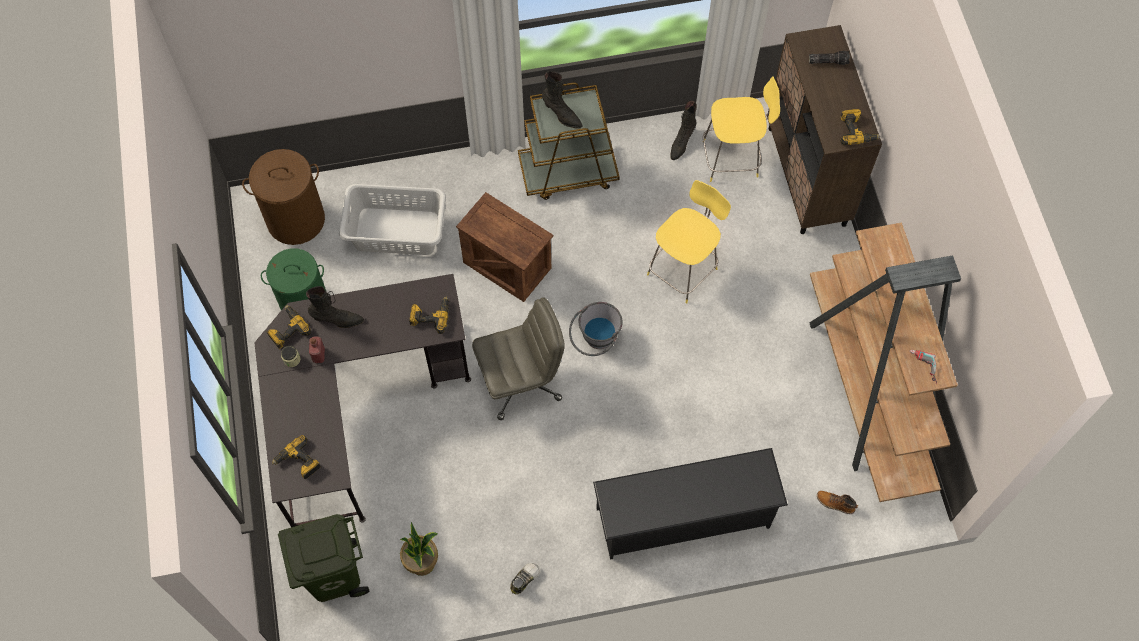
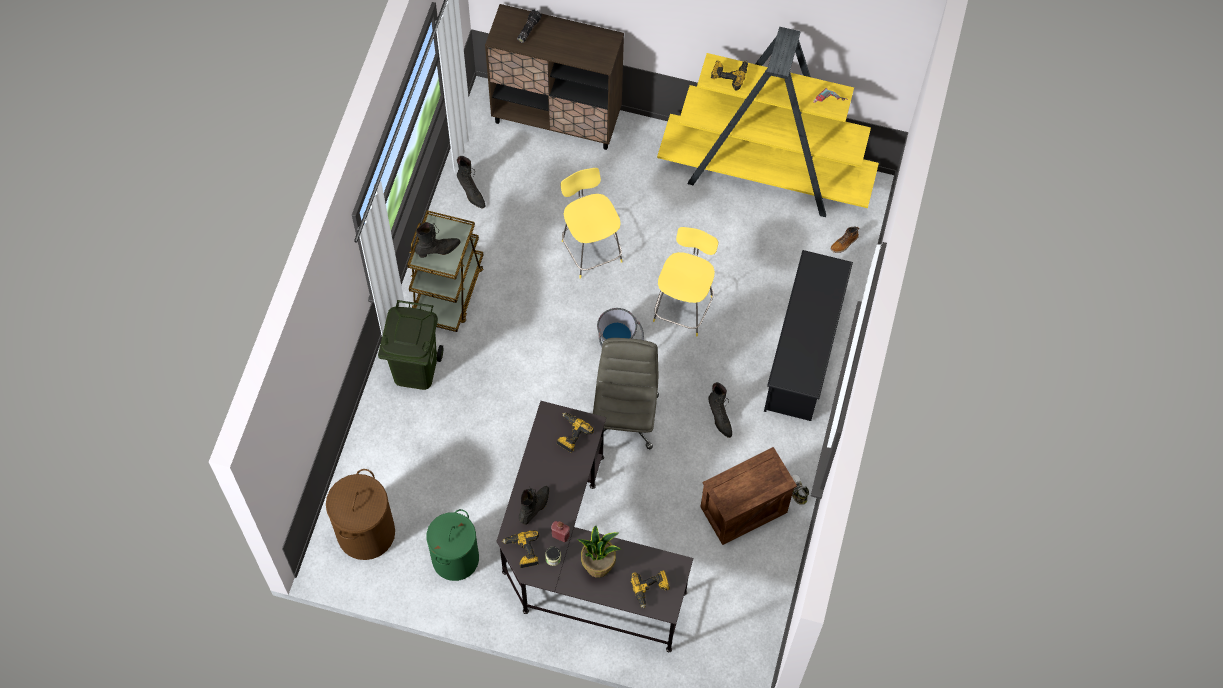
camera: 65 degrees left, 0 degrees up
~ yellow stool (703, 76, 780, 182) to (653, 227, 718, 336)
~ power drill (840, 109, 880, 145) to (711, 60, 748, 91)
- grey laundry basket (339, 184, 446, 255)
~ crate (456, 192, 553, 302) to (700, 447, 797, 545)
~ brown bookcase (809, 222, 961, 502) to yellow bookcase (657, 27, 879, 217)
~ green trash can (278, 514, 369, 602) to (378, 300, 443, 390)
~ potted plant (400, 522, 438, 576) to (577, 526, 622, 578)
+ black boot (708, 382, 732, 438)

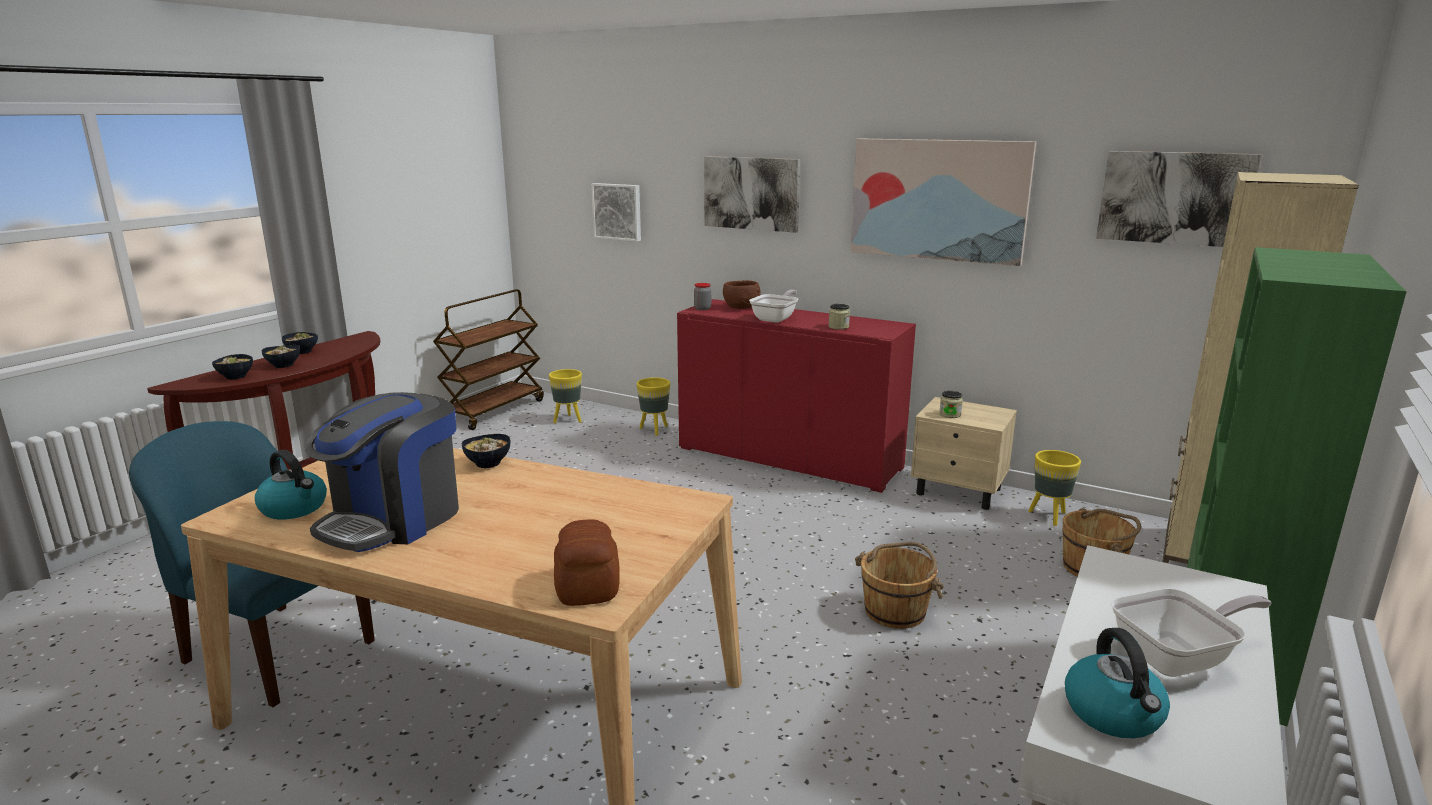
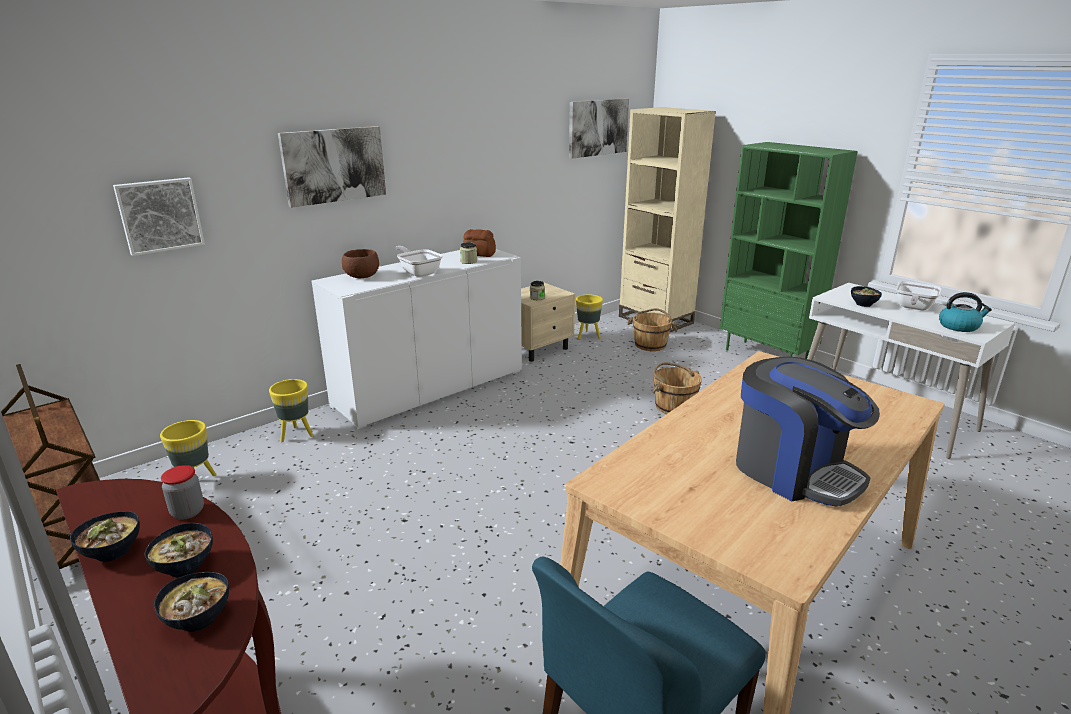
camera: 70 degrees left, 5 degrees up
- picture (851, 138, 1036, 266)
~ jar (694, 283, 711, 310) to (161, 465, 204, 519)
~ red cabinet (677, 299, 916, 493) to white cabinet (312, 249, 522, 430)
~ bowl (462, 434, 510, 468) to (851, 286, 882, 307)
- kettle (255, 450, 327, 520)
~ bread (554, 519, 620, 606) to (463, 229, 496, 257)
~ frying pan (1111, 588, 1272, 677) = (896, 281, 941, 310) 150 degrees counterclockwise

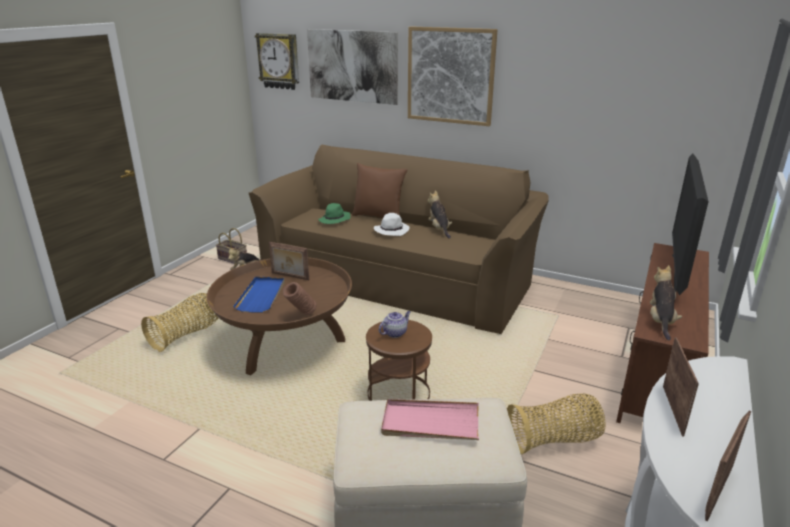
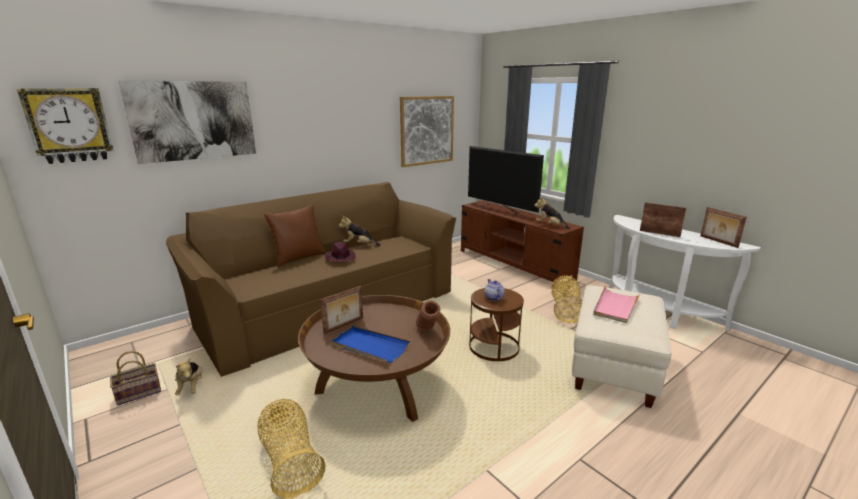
camera: 65 degrees left, 5 degrees down
~ picture (408, 26, 498, 126) to (400, 96, 454, 167)
- green hat (318, 203, 351, 224)
~ white hat (374, 213, 410, 236) to purple hat (325, 242, 356, 262)

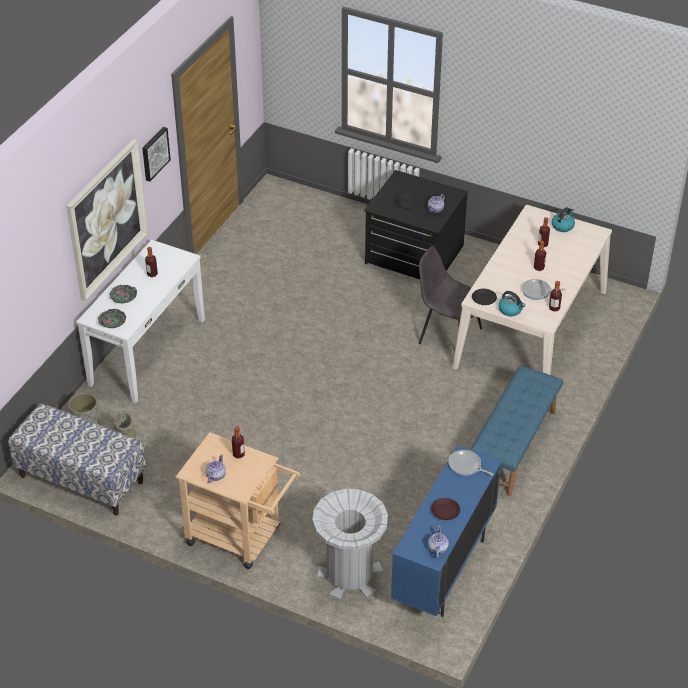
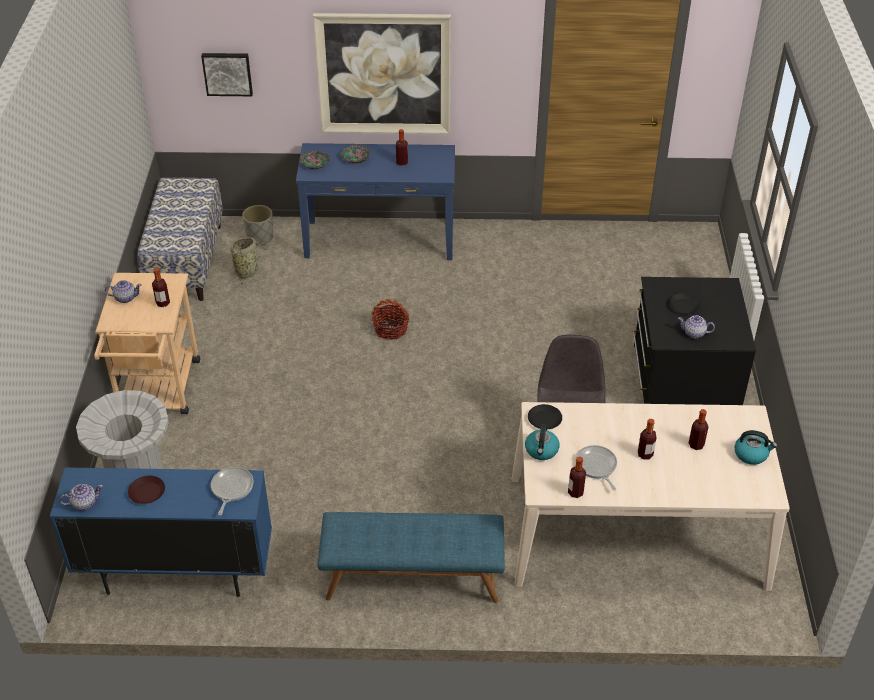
camera: 65 degrees right, 0 degrees up
~ picture (142, 127, 171, 182) to (201, 53, 253, 96)
~ white console table (76, 240, 205, 403) to blue console table (296, 143, 455, 260)
+ basket (371, 299, 409, 340)

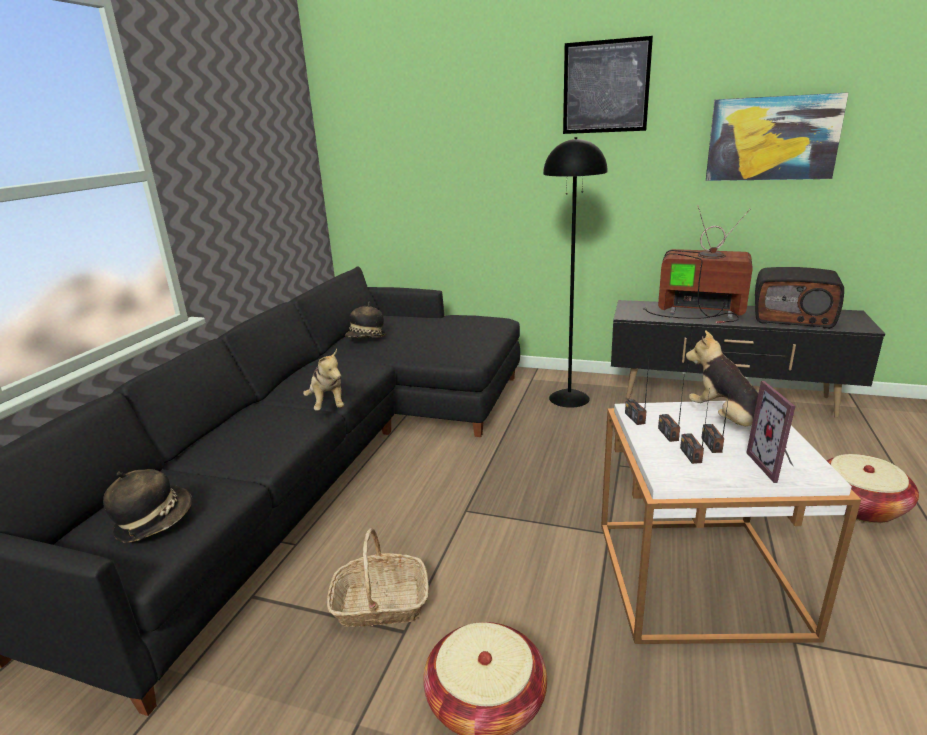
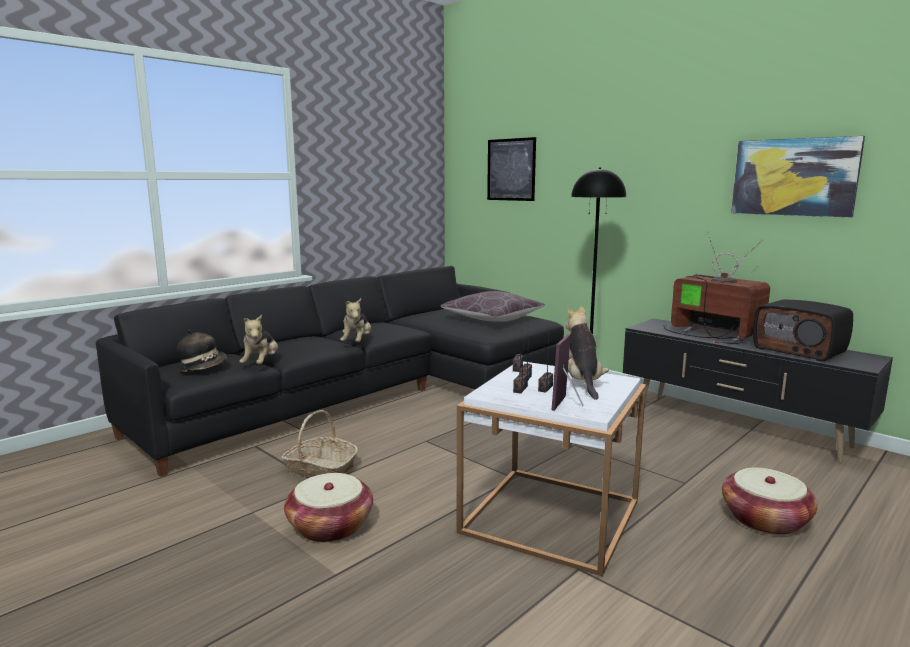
camera: 25 degrees right, 10 degrees down
~ picture (563, 36, 653, 134) to (487, 137, 536, 201)
- hat (345, 302, 387, 338)
+ brown pillow (440, 291, 545, 322)
+ plush toy (239, 315, 278, 364)

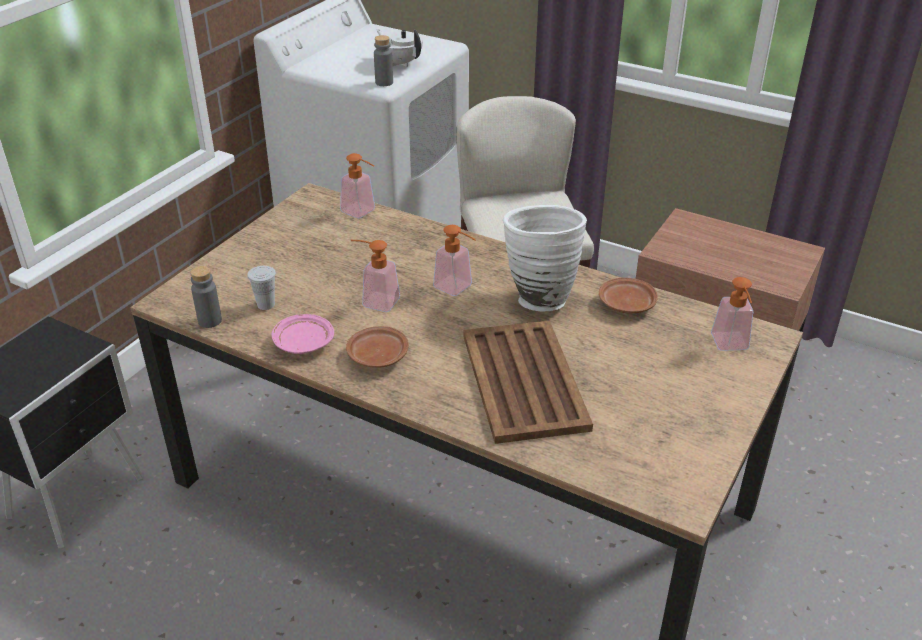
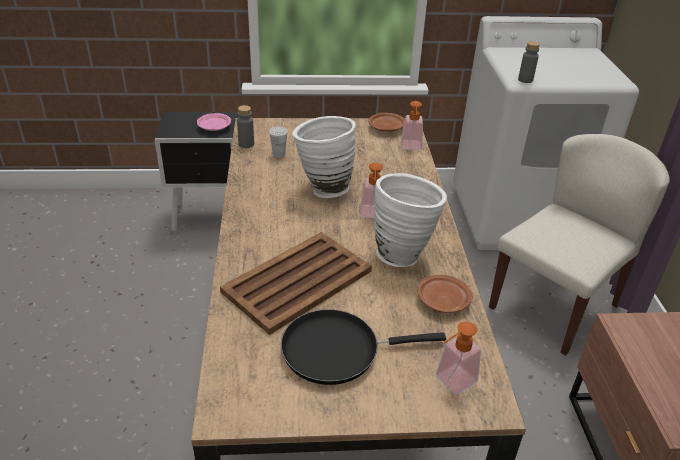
camera: 55 degrees right, 0 degrees up
- white teapot (377, 29, 423, 67)
~ soap dispenser (351, 240, 400, 312) to white vase (292, 116, 356, 198)
~ pink plate (272, 314, 334, 354) to (197, 113, 231, 131)
~ brown plate (346, 326, 409, 368) to (368, 112, 405, 132)
+ black frying pan (281, 309, 446, 385)

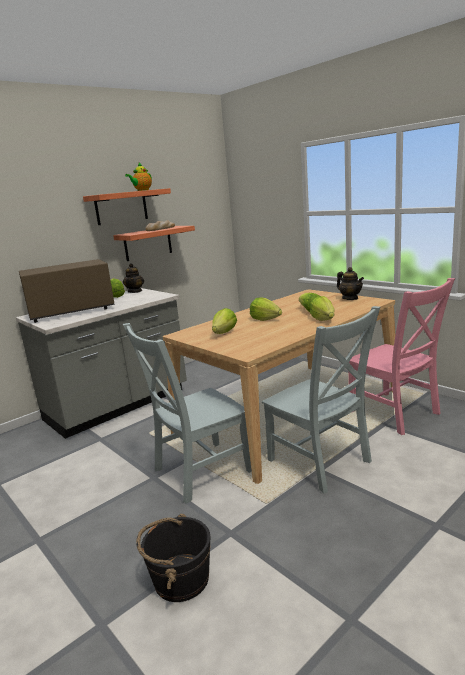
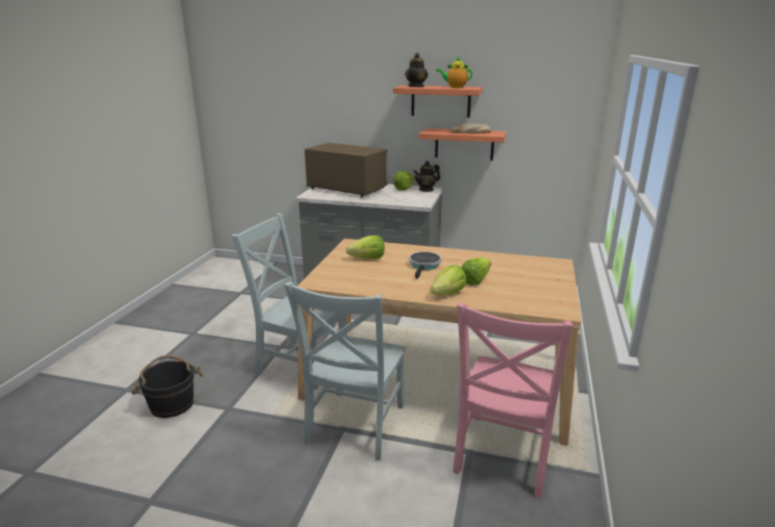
camera: 55 degrees right, 5 degrees up
~ teapot (337, 267, 364, 300) to (405, 53, 428, 87)
~ lettuce (250, 297, 282, 321) to frying pan (409, 252, 442, 280)

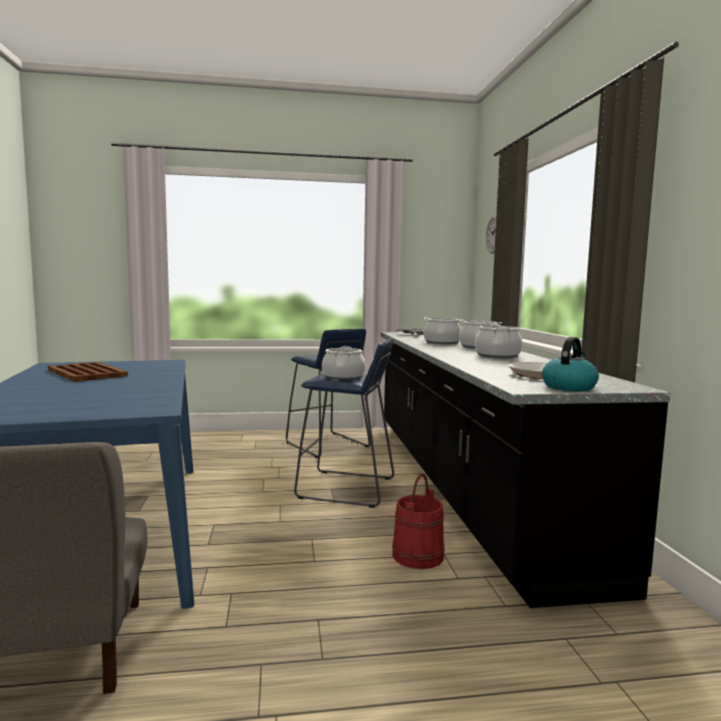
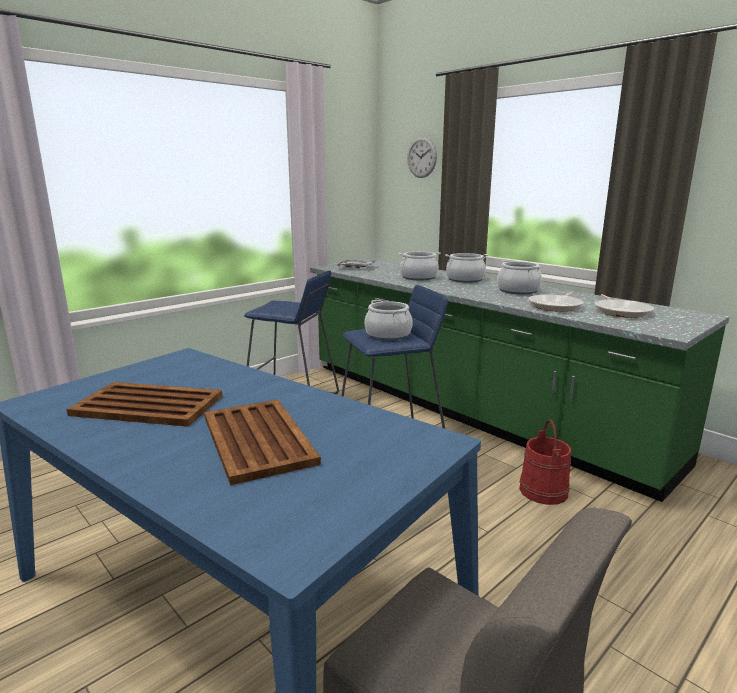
camera: 35 degrees left, 10 degrees up
~ black counter (381, 332, 671, 608) to green counter (310, 258, 730, 502)
- kettle (542, 337, 599, 391)
+ frying pan (528, 292, 584, 312)
+ brown tray (204, 400, 321, 485)

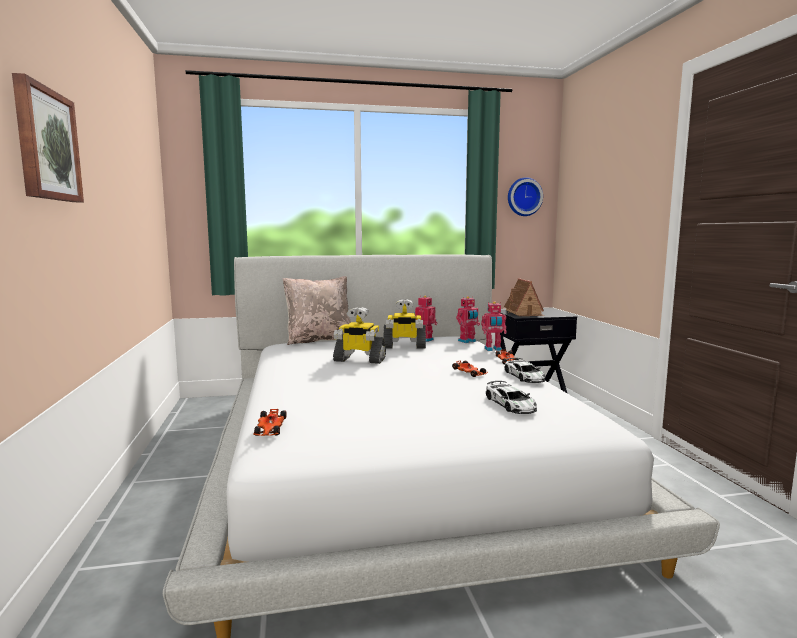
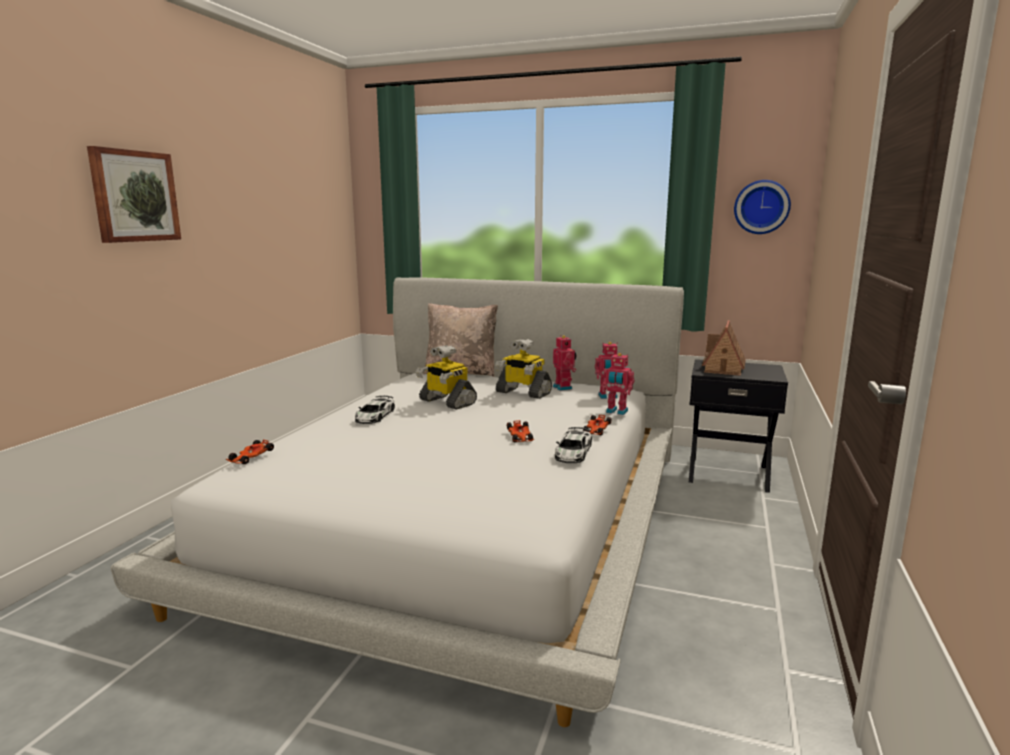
camera: 30 degrees right, 5 degrees up
~ toy car (486, 381, 537, 414) to (355, 396, 395, 424)

